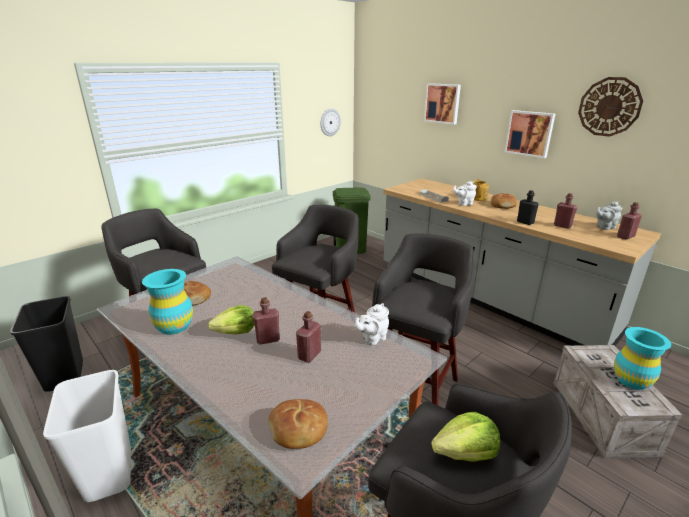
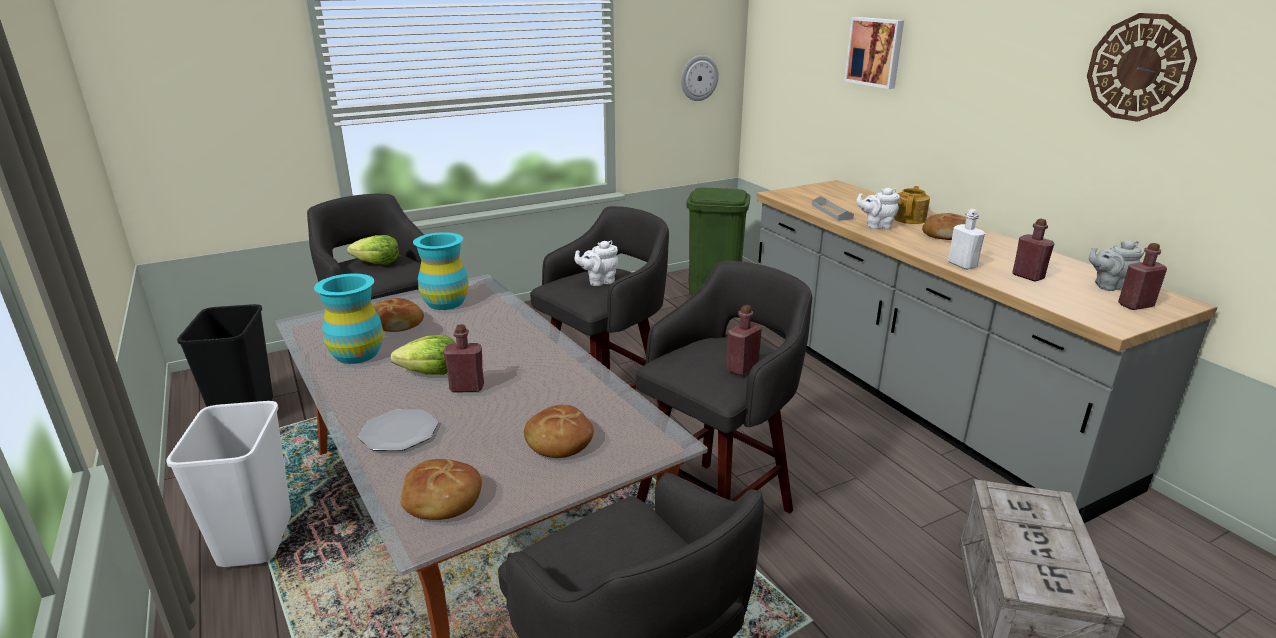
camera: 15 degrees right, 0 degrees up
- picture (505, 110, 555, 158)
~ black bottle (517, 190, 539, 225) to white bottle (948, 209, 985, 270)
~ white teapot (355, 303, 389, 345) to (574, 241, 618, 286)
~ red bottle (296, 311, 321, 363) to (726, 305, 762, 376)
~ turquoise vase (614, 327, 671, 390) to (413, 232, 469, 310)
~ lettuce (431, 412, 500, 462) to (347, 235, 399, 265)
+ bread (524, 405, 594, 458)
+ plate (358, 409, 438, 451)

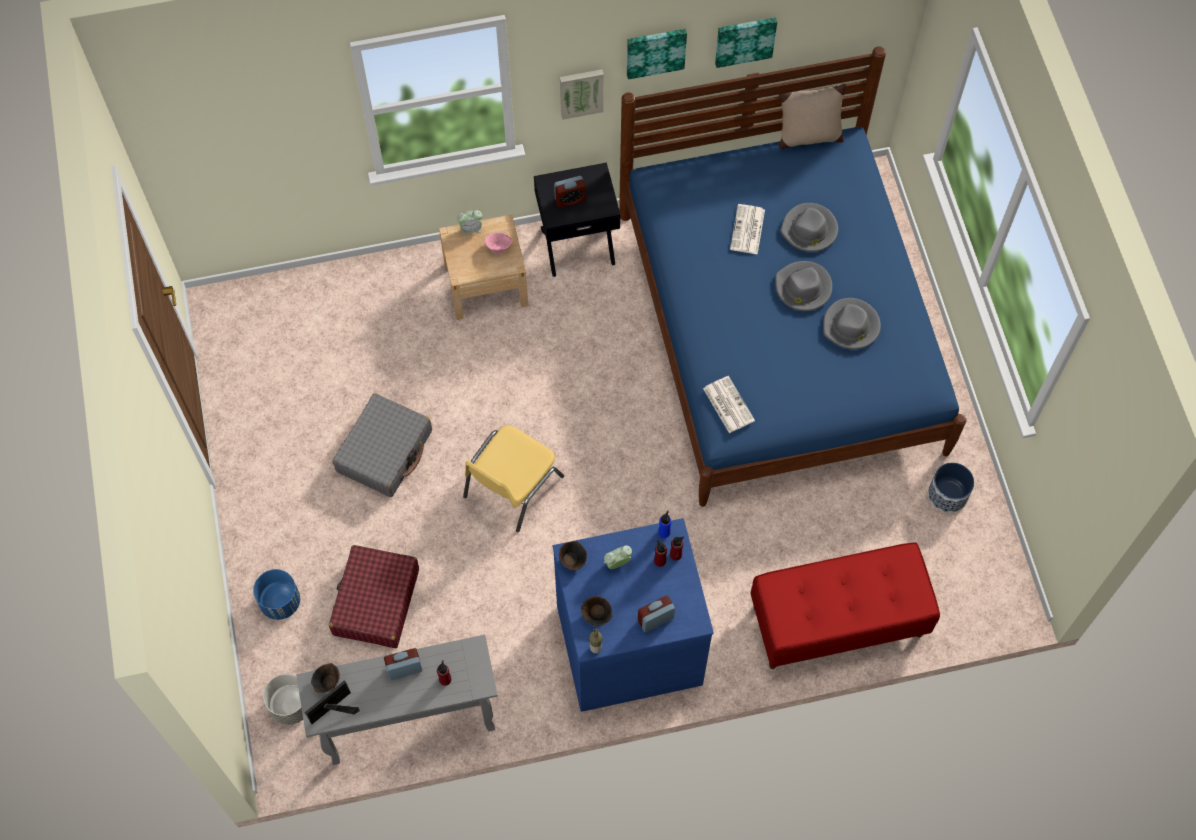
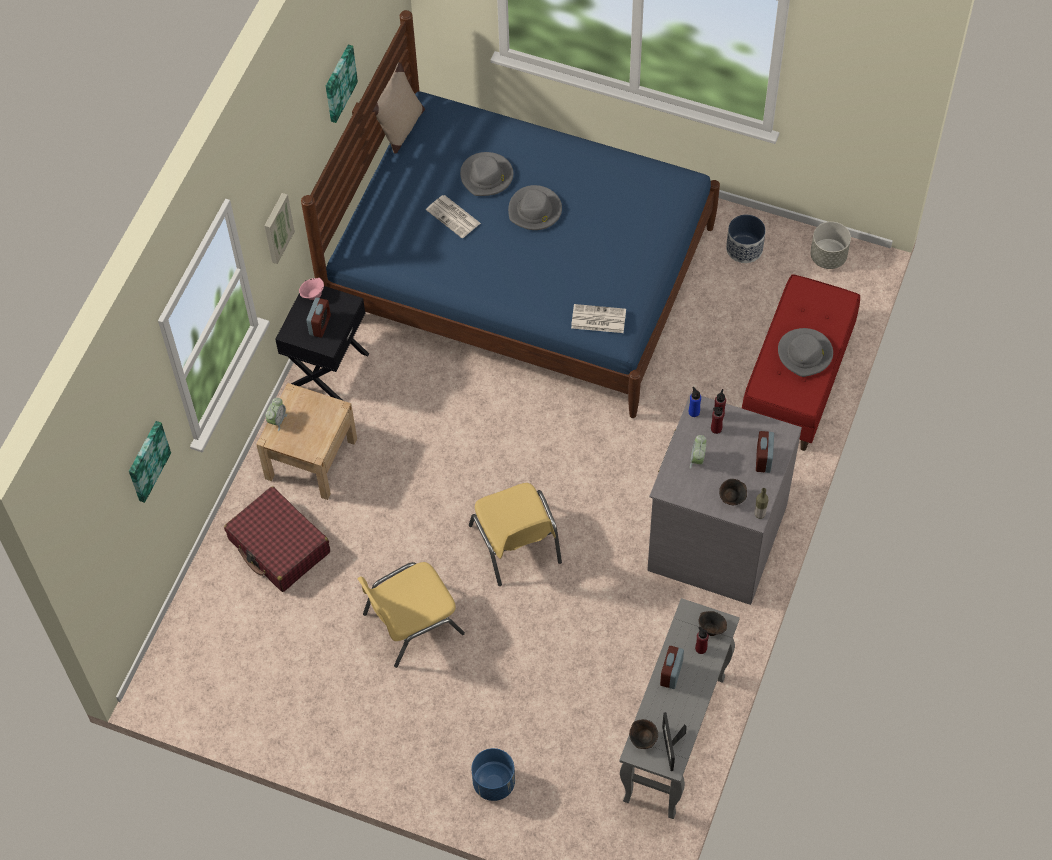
camera: 55 degrees left, 5 degrees down
~ picture (627, 29, 687, 79) to (129, 421, 171, 503)
~ pink bowl (484, 232, 512, 254) to (299, 278, 324, 300)
~ grey hat (823, 298, 881, 350) to (778, 328, 833, 377)
~ grey suitcase (333, 393, 432, 497) to yellow chair (358, 562, 465, 668)
~ blue dresser (552, 518, 714, 712) to grey dresser (647, 393, 802, 605)
~ brown bowl (559, 541, 587, 571) to (699, 611, 727, 636)
~ red suitcase (329, 545, 419, 648) to (224, 486, 330, 592)
~ grey planter (263, 674, 303, 725) to (810, 222, 851, 269)

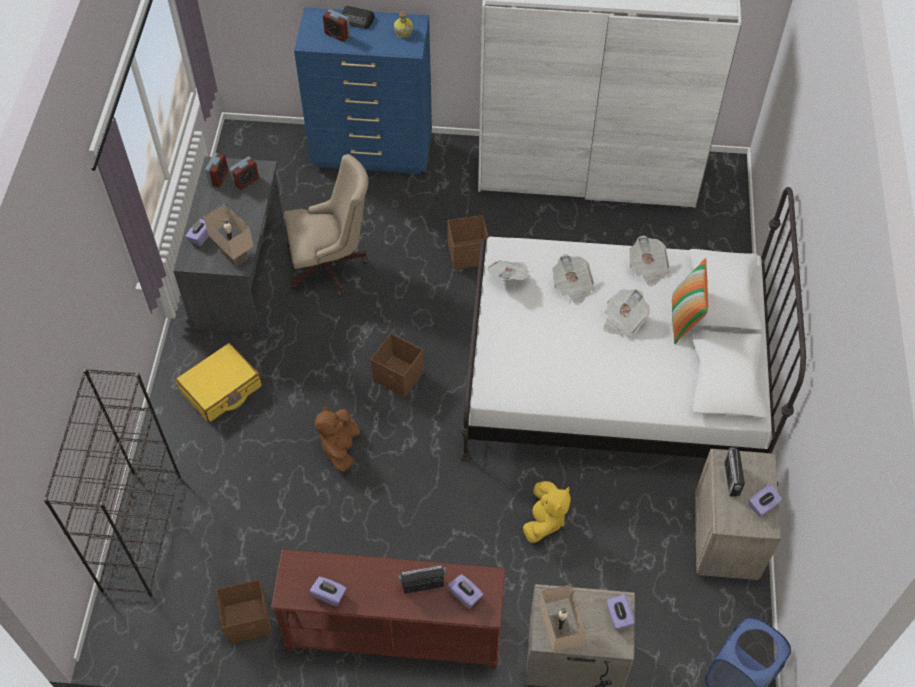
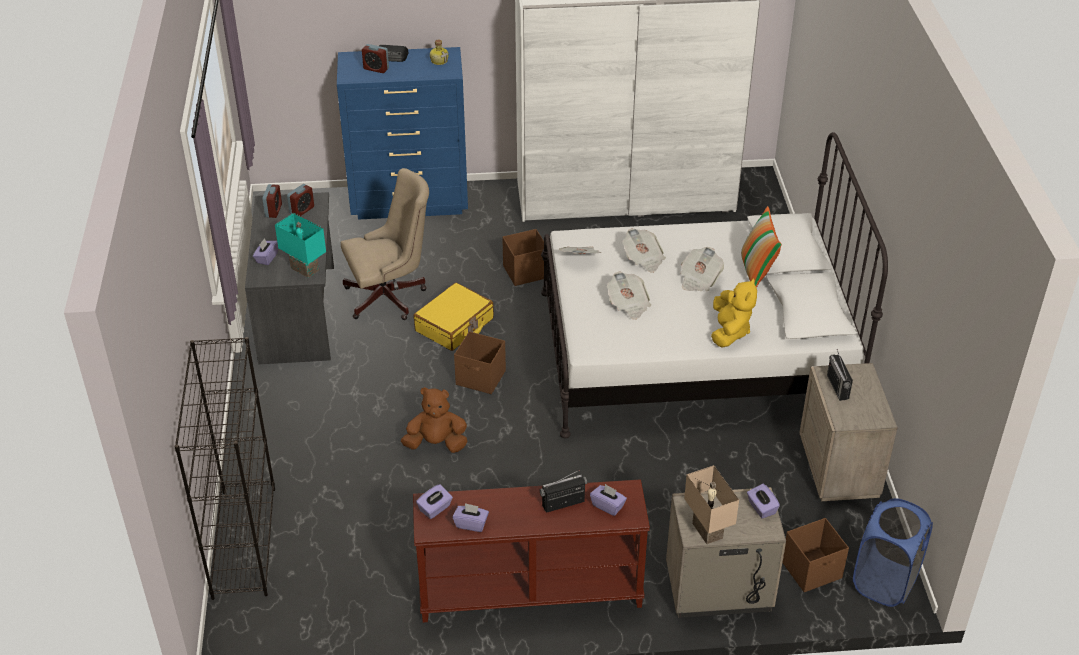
camera: 10 degrees left, 15 degrees down
~ beige table lamp (204, 203, 254, 267) to turquoise table lamp (275, 213, 326, 278)
~ newspaper (629, 235, 670, 287) to (607, 272, 651, 320)
~ yellow suitcase (175, 343, 262, 422) to (414, 282, 494, 351)
~ brown plush toy (315, 406, 361, 472) = (401, 387, 467, 453) 90 degrees clockwise
~ yellow plush toy (523, 481, 571, 543) to (711, 278, 757, 348)
~ purple tissue box (749, 485, 782, 517) to (416, 484, 453, 519)
~ brown storage box (216, 579, 272, 644) to (782, 518, 849, 592)

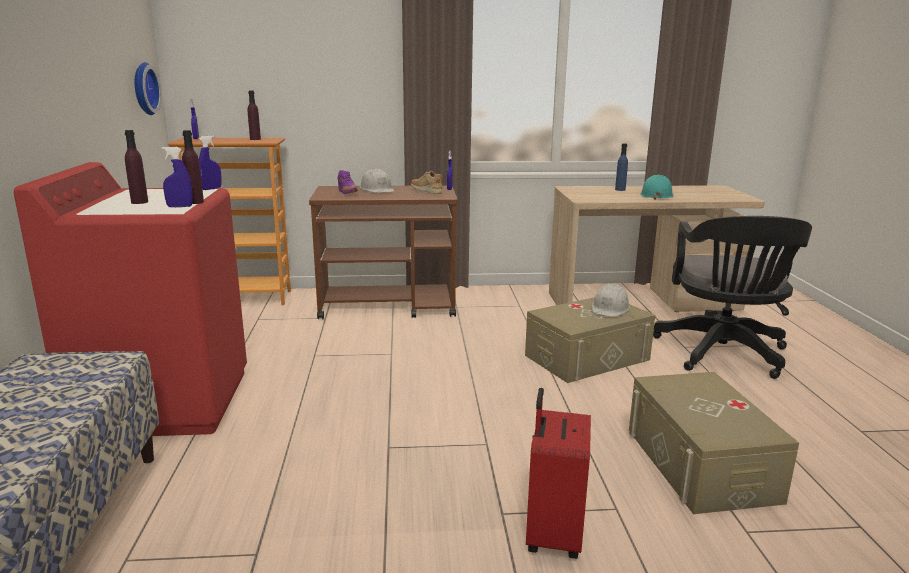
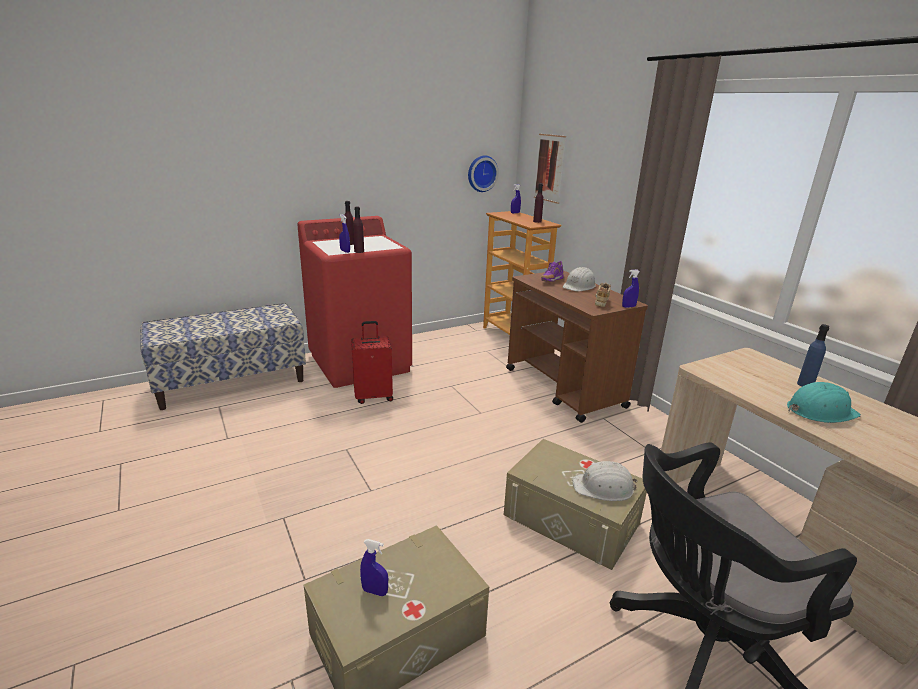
camera: 65 degrees right, 5 degrees up
~ blue spray bottle (199, 135, 222, 190) to (360, 539, 388, 596)
~ red suitcase (526, 388, 591, 559) to (351, 321, 393, 404)
+ picture (534, 134, 566, 204)

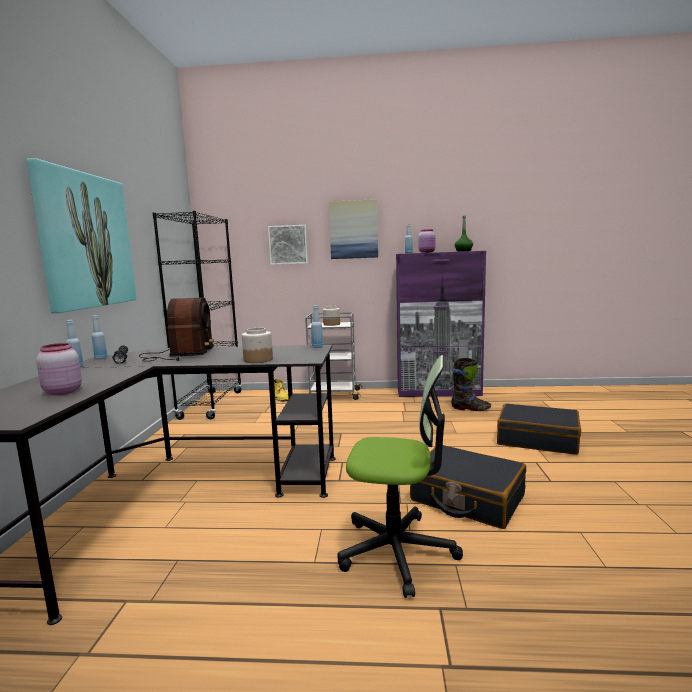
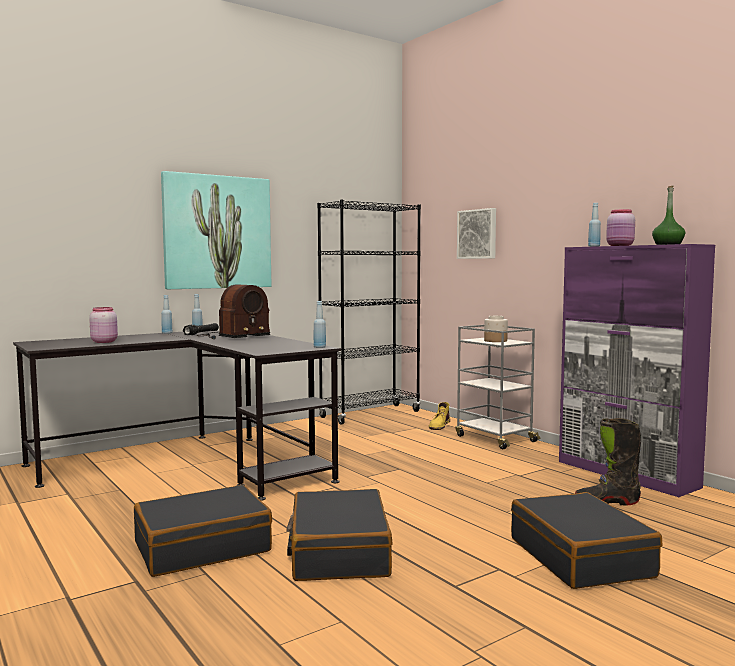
camera: 50 degrees right, 5 degrees down
- picture (329, 199, 378, 259)
- jar (242, 328, 273, 363)
~ office chair (337, 355, 463, 598) to black suitcase (134, 485, 272, 577)
~ black boot (451, 358, 491, 411) = (575, 418, 641, 506) 120 degrees clockwise

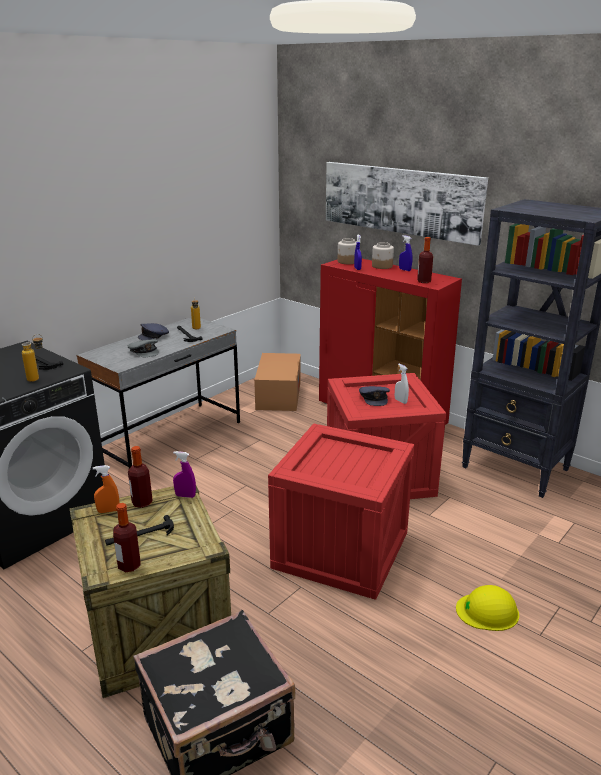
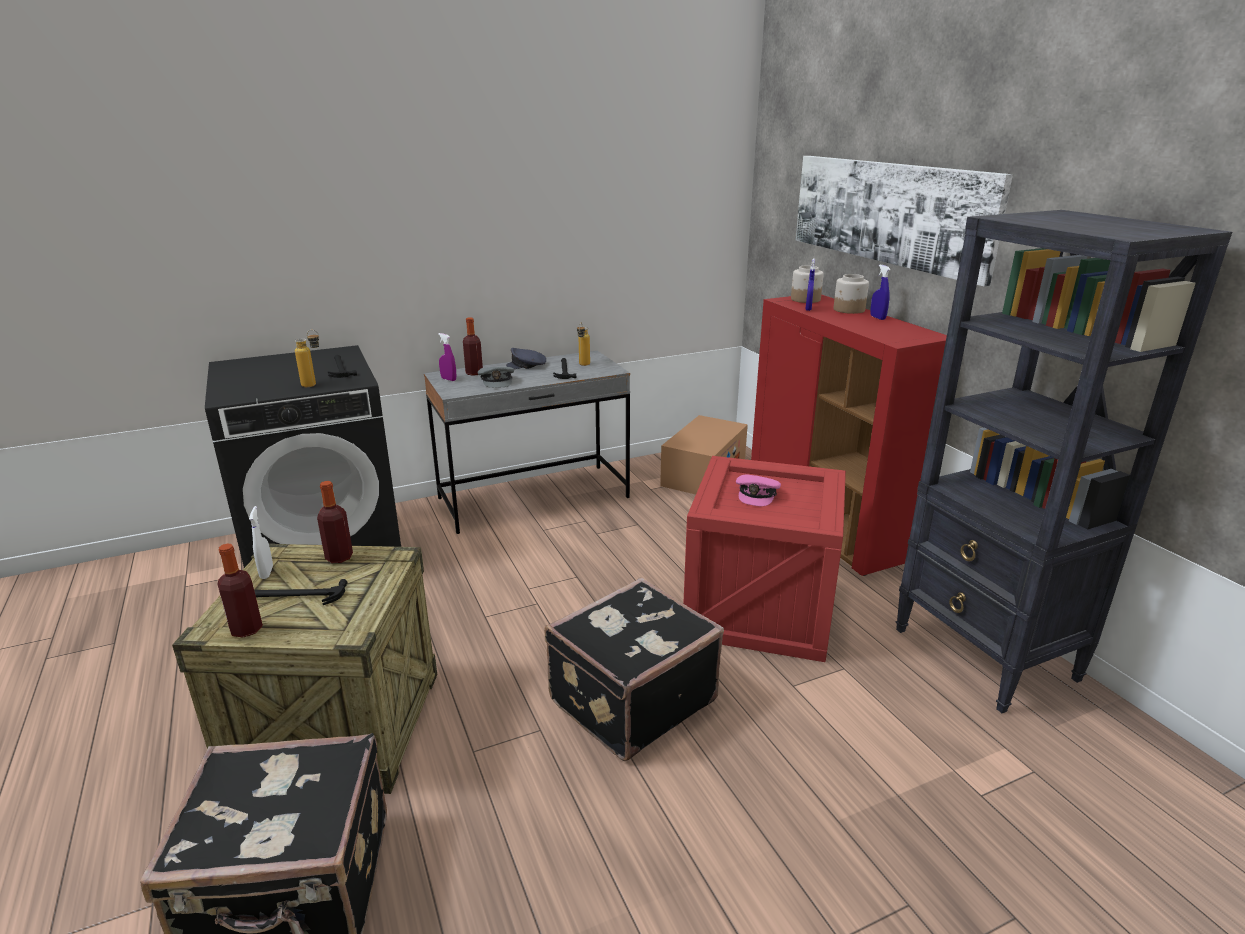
camera: 25 degrees right, 0 degrees up
~ bottle (417, 237, 433, 283) to (463, 317, 483, 376)
~ white spray bottle (395, 364, 409, 404) to (249, 506, 273, 579)
~ grey cap (359, 386, 390, 406) to pink cap (736, 474, 781, 506)
~ crate (268, 424, 415, 600) to black suitcase (544, 577, 724, 761)
~ purple spray bottle (173, 451, 196, 498) to (438, 333, 456, 381)
- orange spray bottle (93, 465, 119, 513)
- yellow hard hat (456, 585, 519, 631)

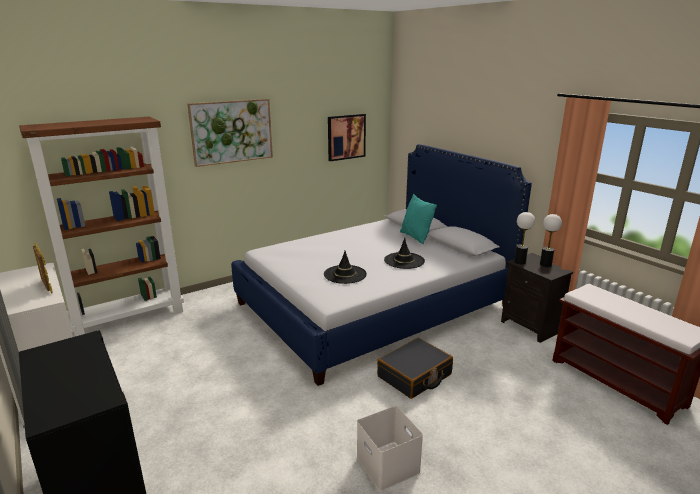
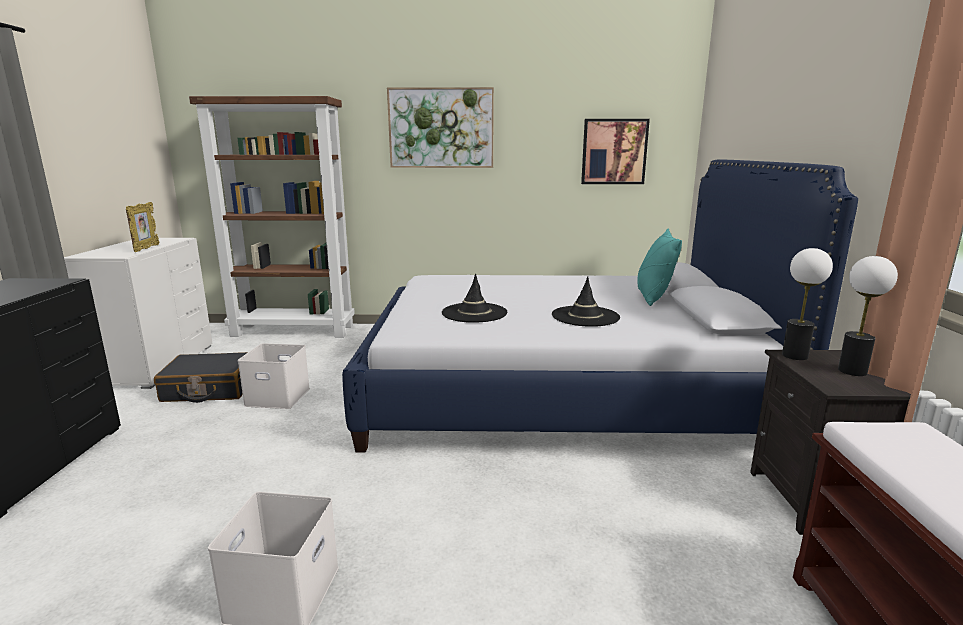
camera: 35 degrees right, 5 degrees down
~ black suitcase (377, 338, 453, 399) to (154, 352, 248, 403)
+ white storage box (238, 343, 310, 409)

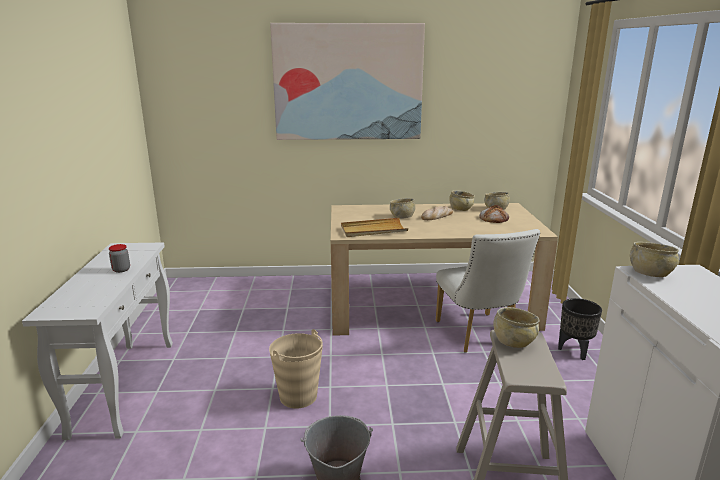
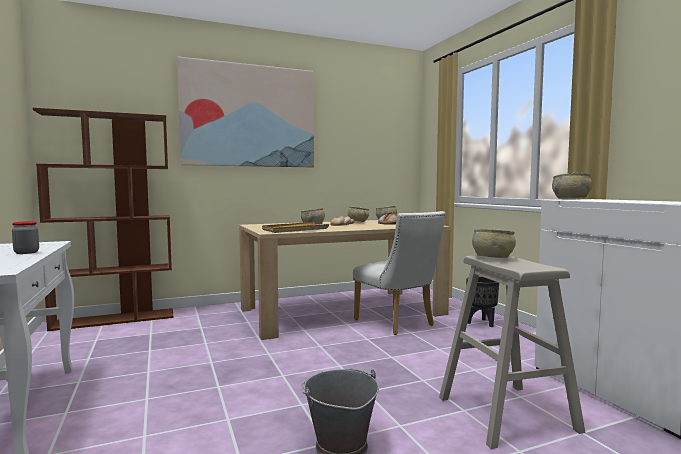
camera: 20 degrees left, 15 degrees down
- beige bucket (269, 329, 323, 409)
+ brown bookcase (33, 108, 174, 332)

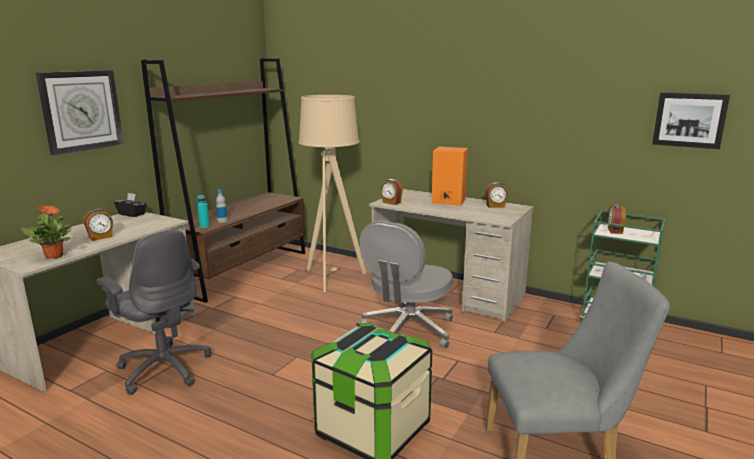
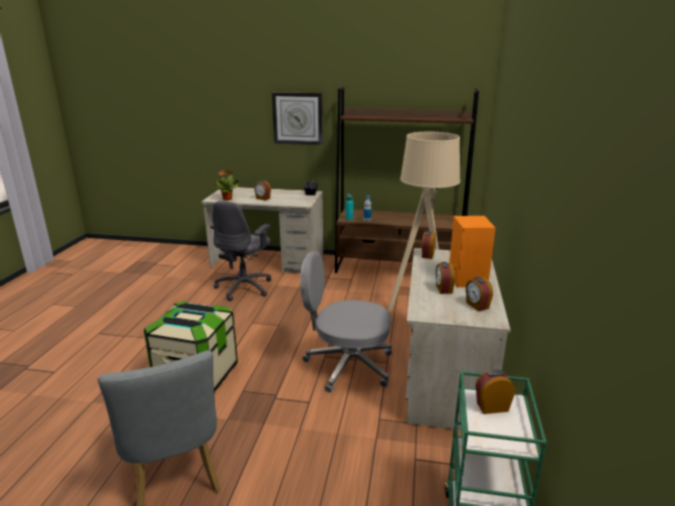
camera: 70 degrees right, 5 degrees up
- picture (652, 92, 730, 149)
+ alarm clock (436, 262, 455, 294)

